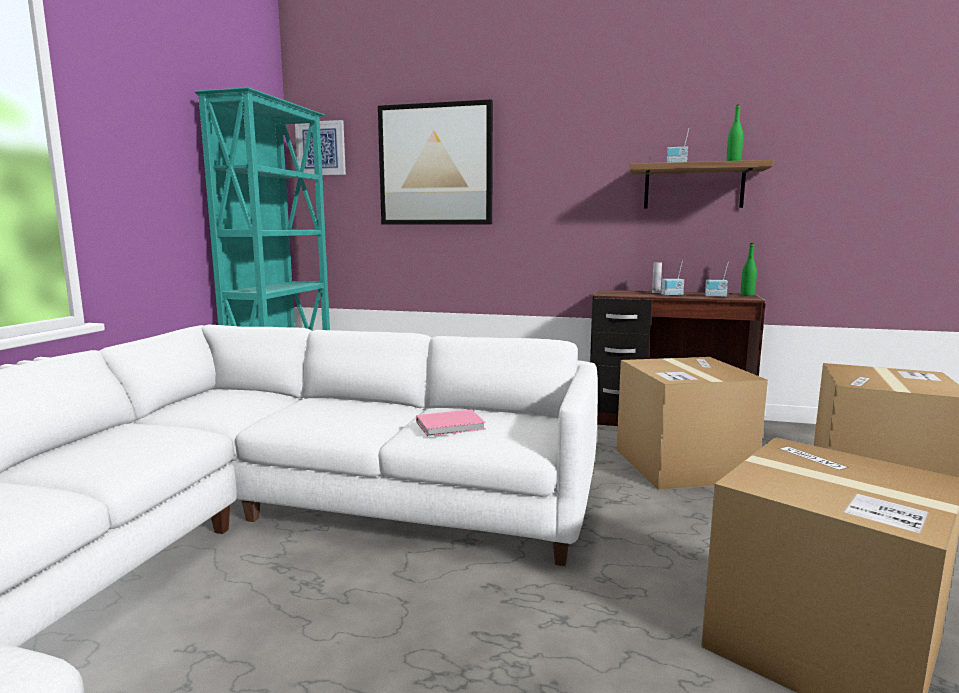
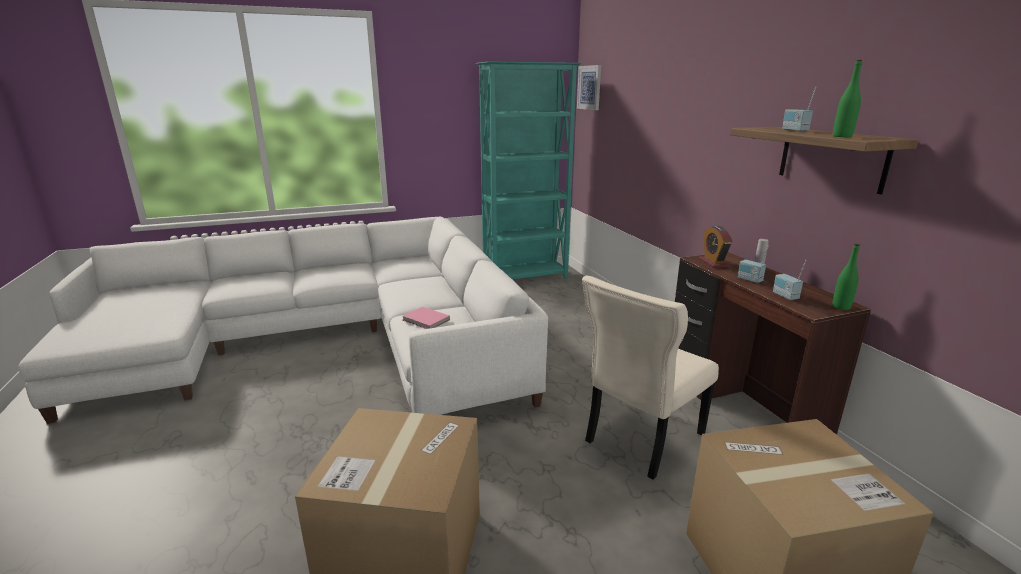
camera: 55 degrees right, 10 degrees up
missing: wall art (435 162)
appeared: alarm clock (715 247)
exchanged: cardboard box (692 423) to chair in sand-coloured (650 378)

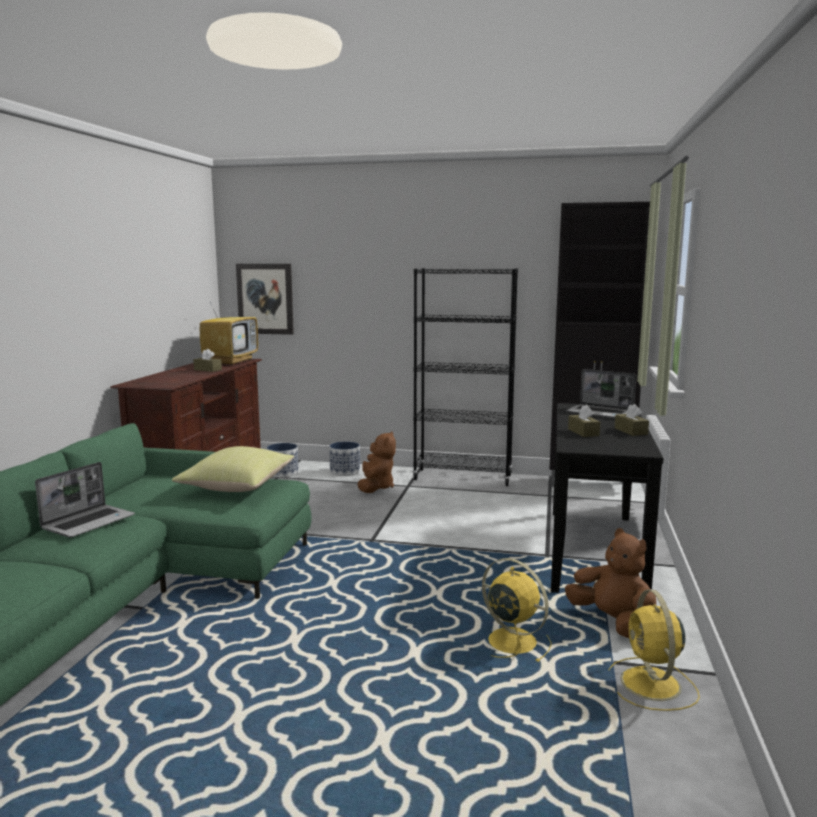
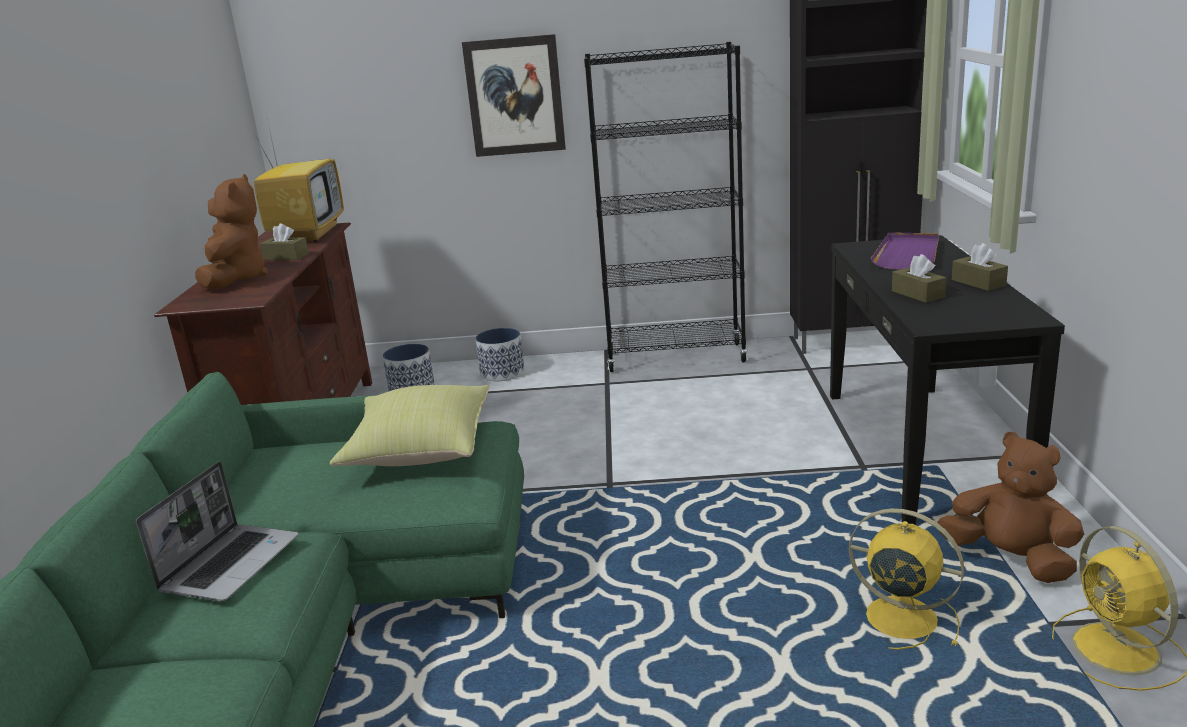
camera: 10 degrees left, 10 degrees up
relocated: wall art (265 299) to (514 95); plush toy in brown (377 462) to (231 231)
exchanged: notebook computer (601 394) to serving tray in purplish (904 251)

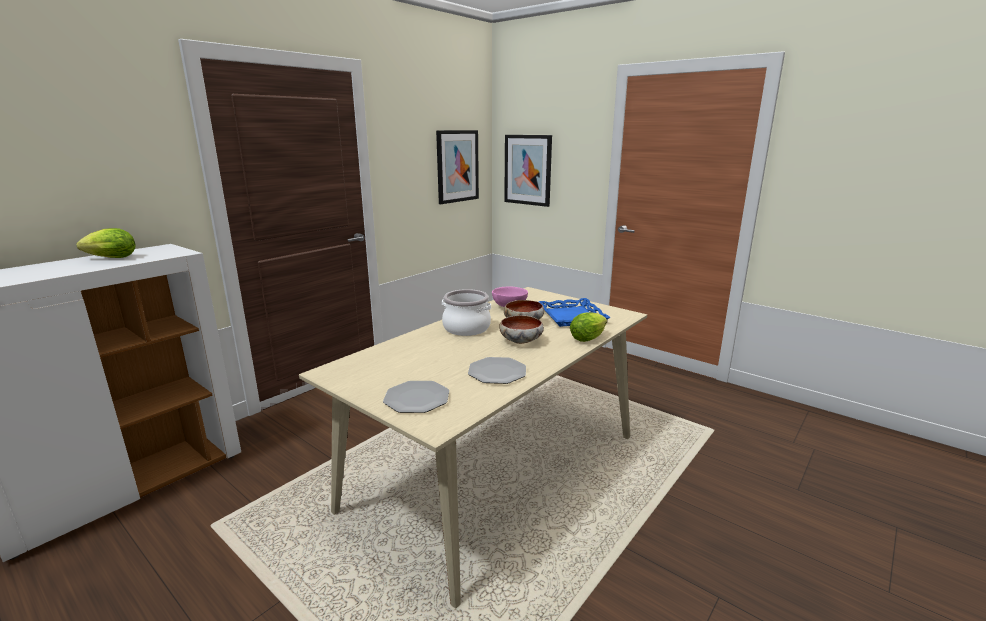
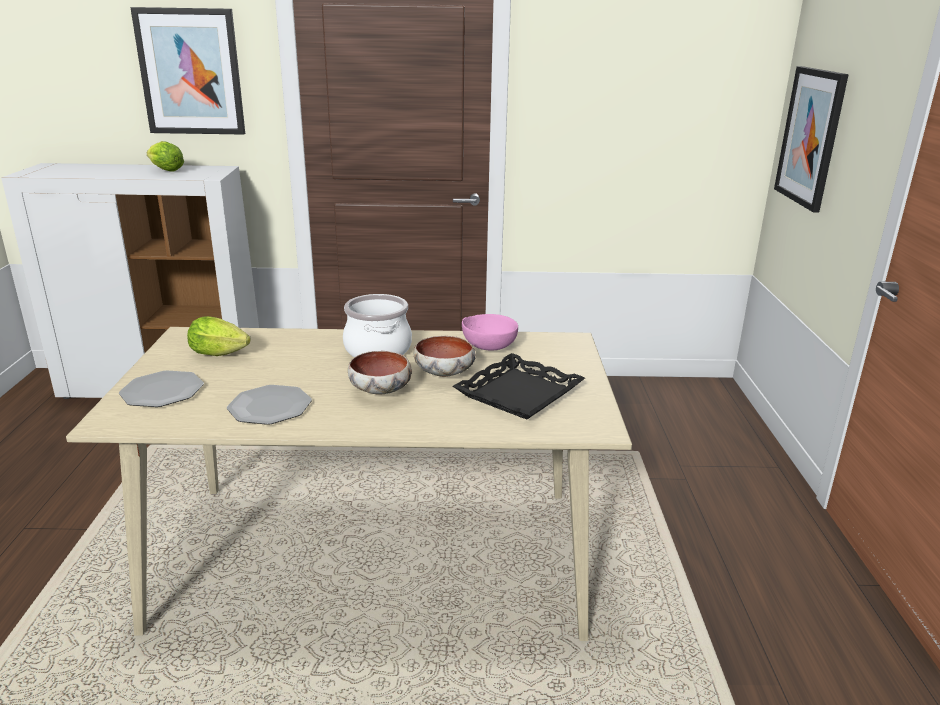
camera: 50 degrees right, 5 degrees up
relocated: wall art (457 167) to (187 71); lettuce (588 327) to (219 336)
colour: serving tray in blue-coloured (575 312) to serving tray in black-coloured (519 386)

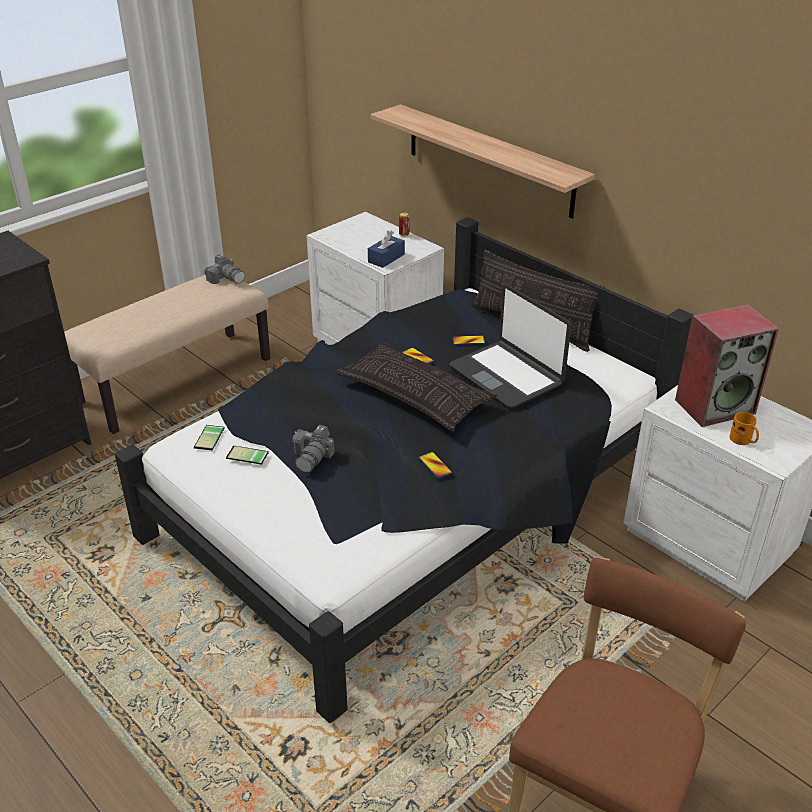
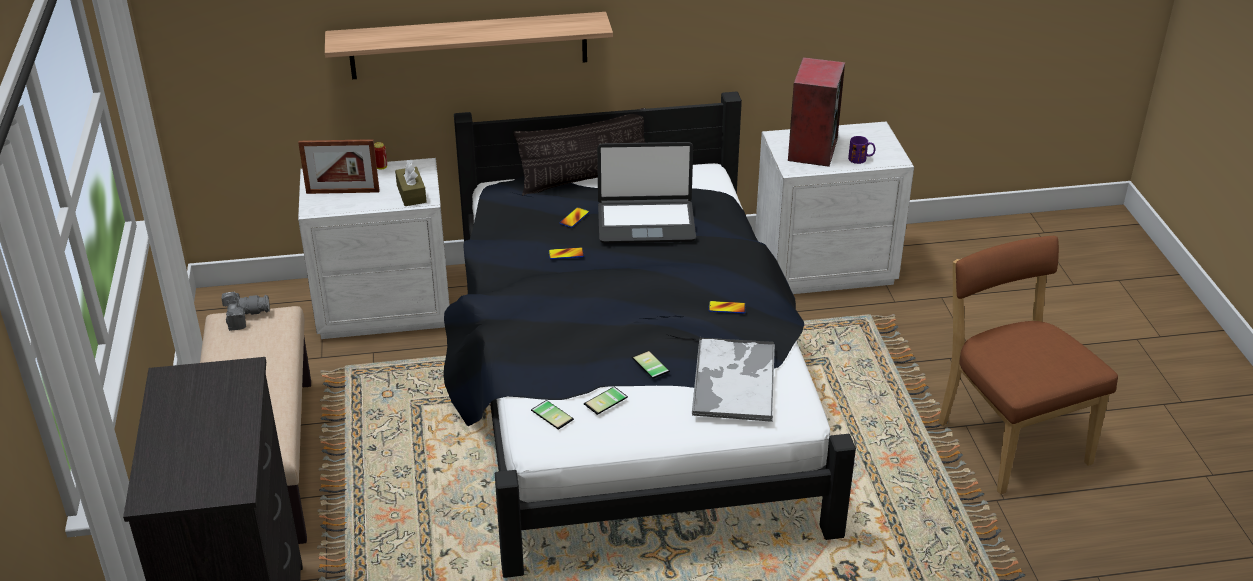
camera: 55 degrees left, 0 degrees up
missing: pillow (416 387)
appeared: standing frame (339 166); serving tray (733 380)
exchanged: photo camera (313 448) to handset (651 364)
colour: tissue holder in blue-coloured (386 249) to tissue holder in brown (411 184); tea mug in orange-coloured (744 428) to tea mug in purplish (861 150)

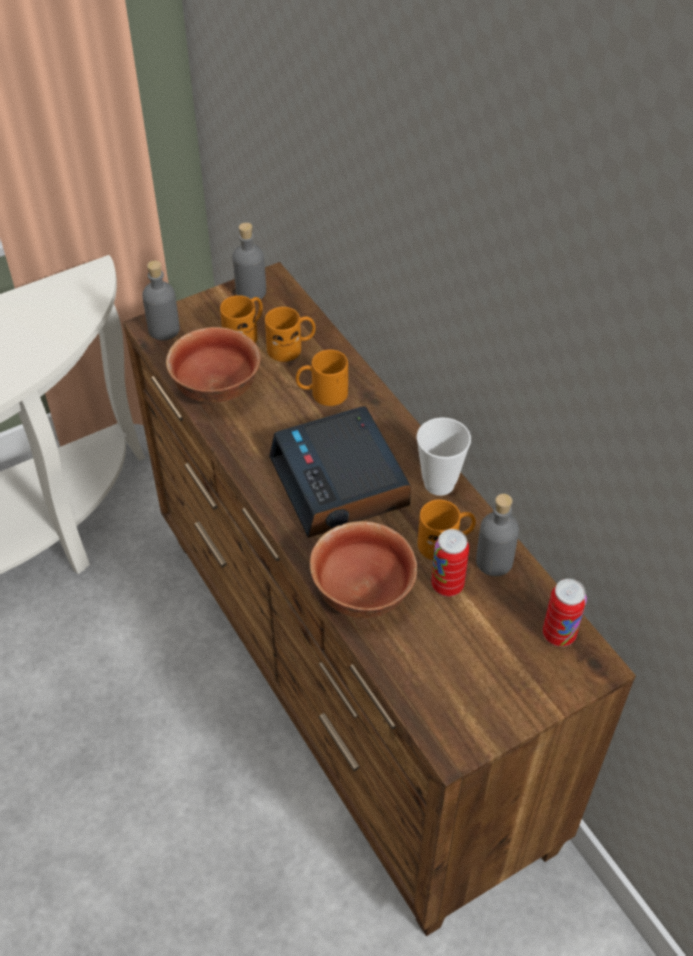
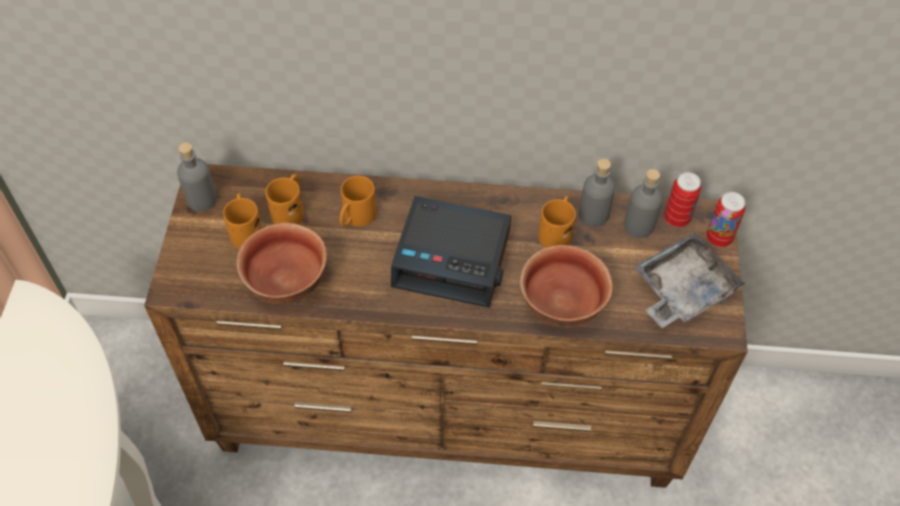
camera: 55 degrees left, 5 degrees up
missing: cup (443 456)
appeared: serving tray in grey (690 280)
relocated: bottle in grey (161 300) to (643 203); can (450 563) to (726 219)

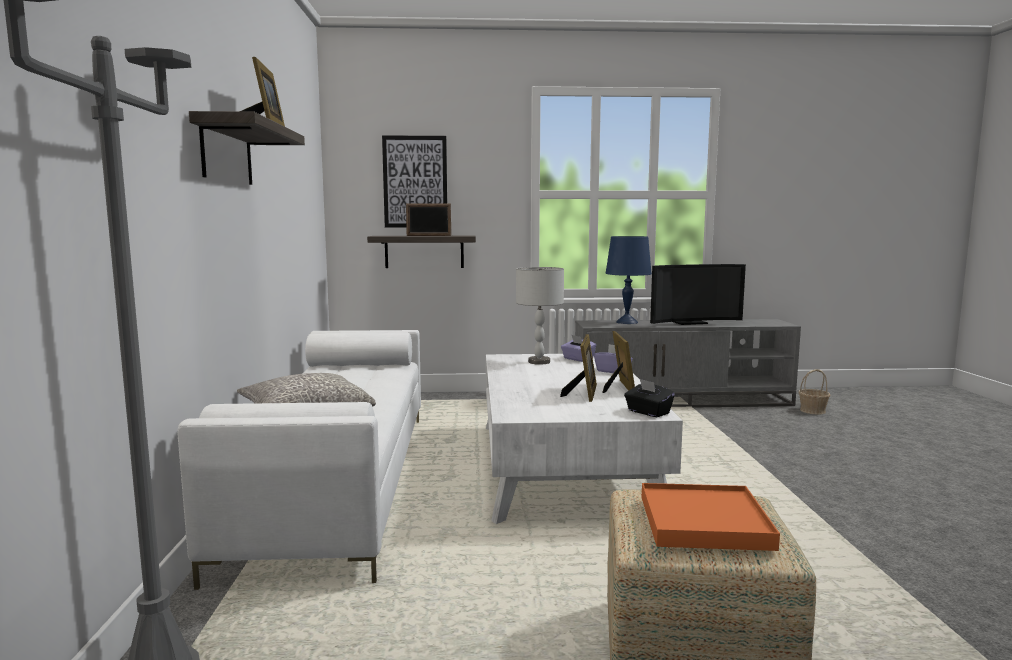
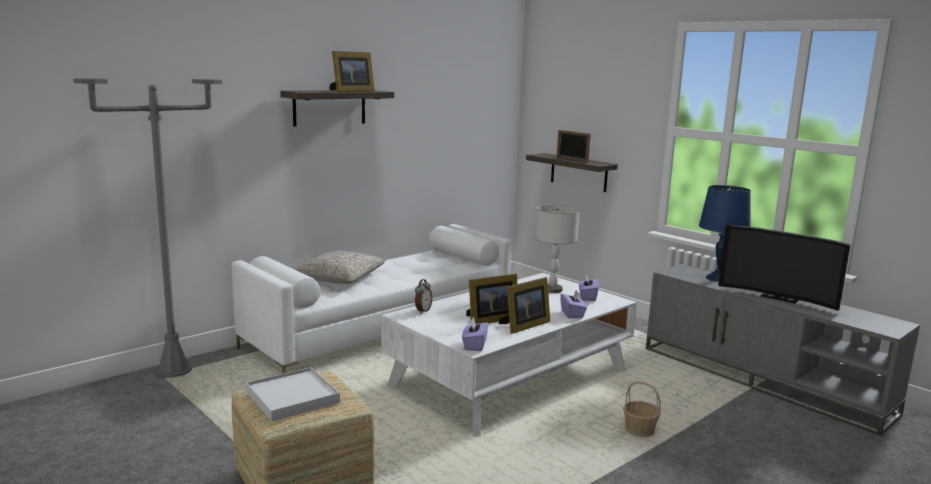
camera: 50 degrees right, 5 degrees up
missing: wall art (414 181)
appeared: alarm clock (423 296)
relocated: household basket (814 391) to (642 409)
colour: tissue holder in black-coloured (649 397) to tissue holder in purplish (475 334); serving tray in orange-coloured (711 517) to serving tray in whitish (293 394)

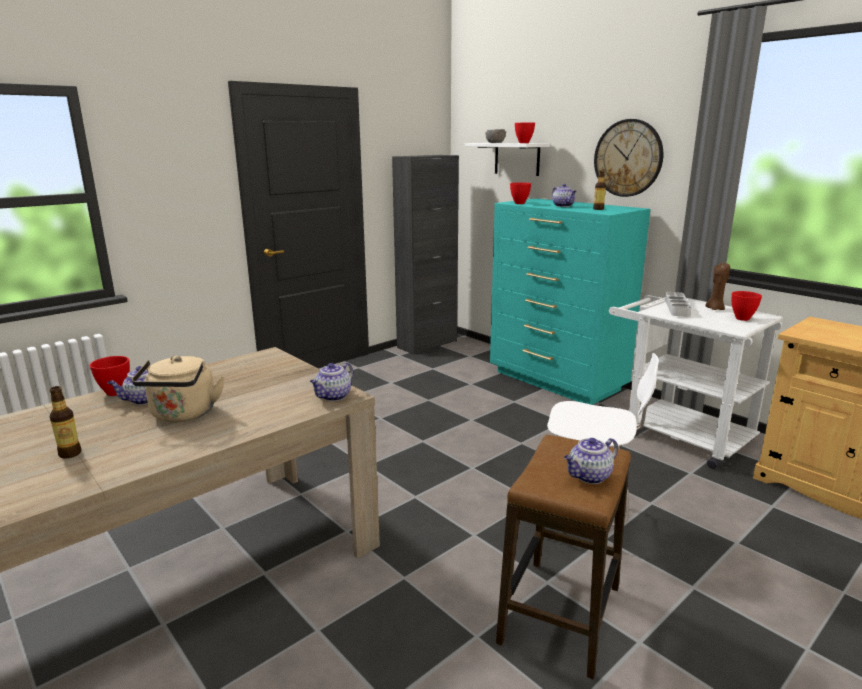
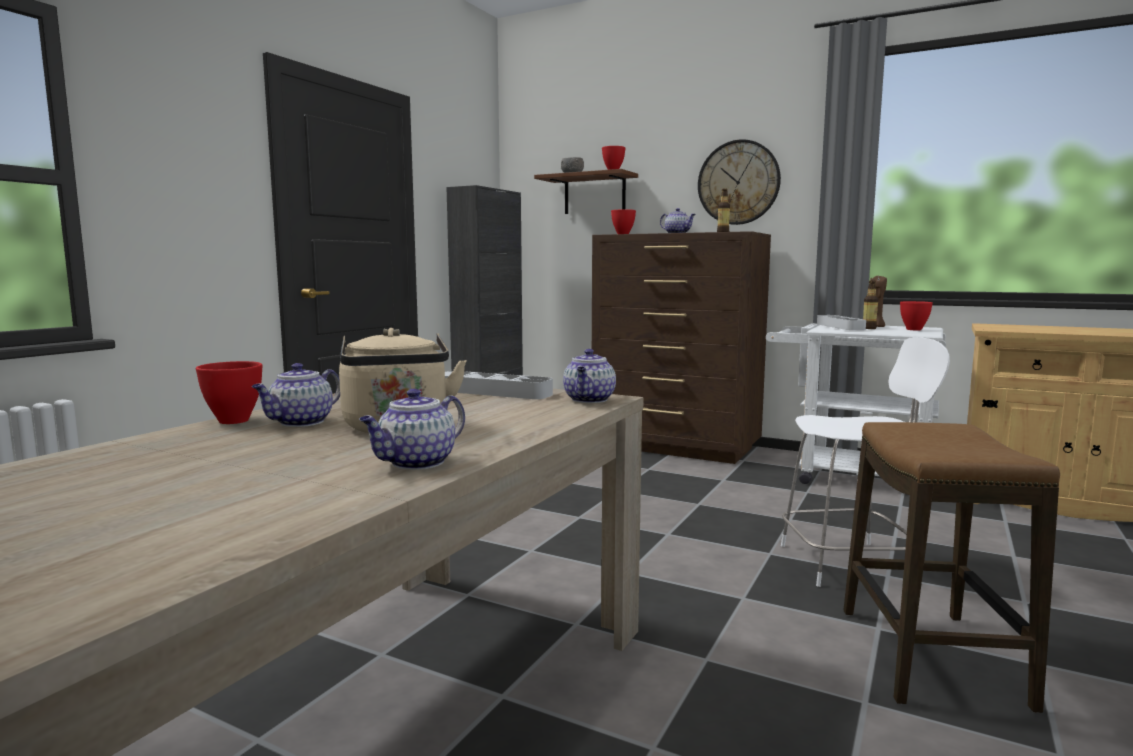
camera: 20 degrees left, 10 degrees down
appeared: serving tray in grey (499 385)
relocated: bottle (66 422) to (870 304); pot for tea (591 461) to (412 429)
colour: wall shelf in whitish (507 159) to wall shelf in brown (586 191); chest of drawers in turquoise (570 301) to chest of drawers in brown (681 347)

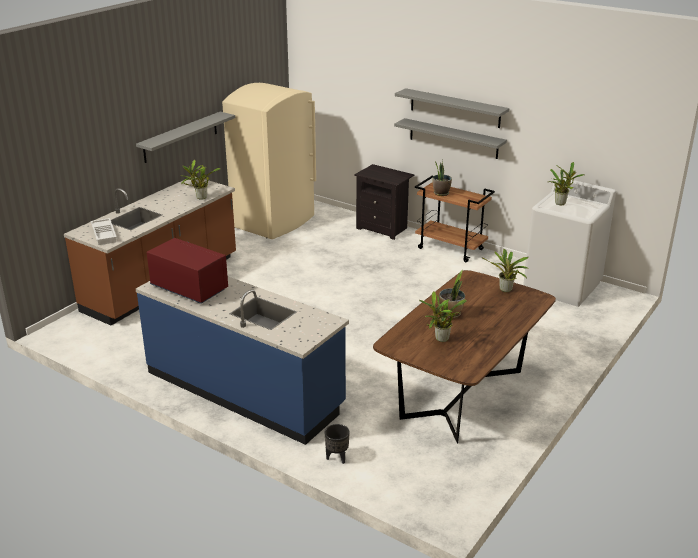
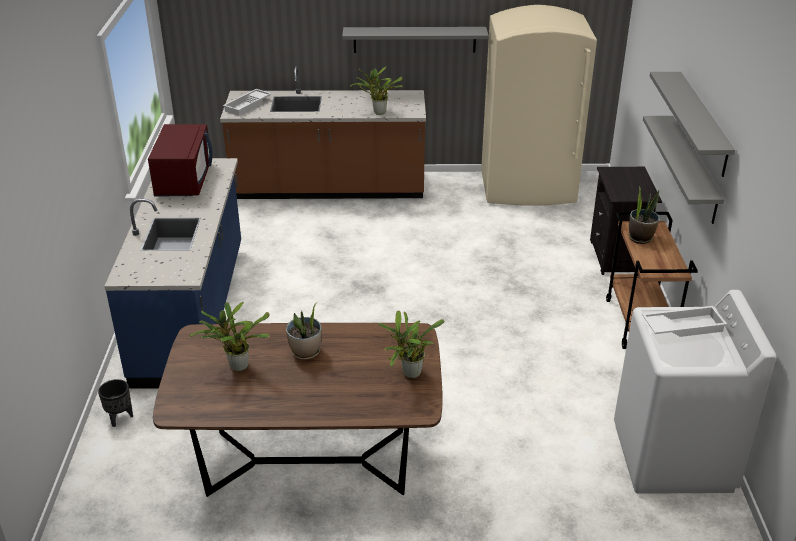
camera: 55 degrees right, 5 degrees up
exchanged: potted plant (566 183) to serving tray in whitish (684 321)

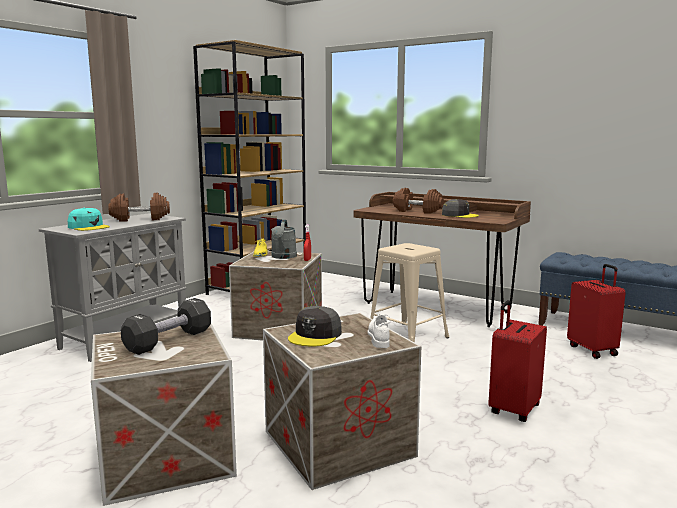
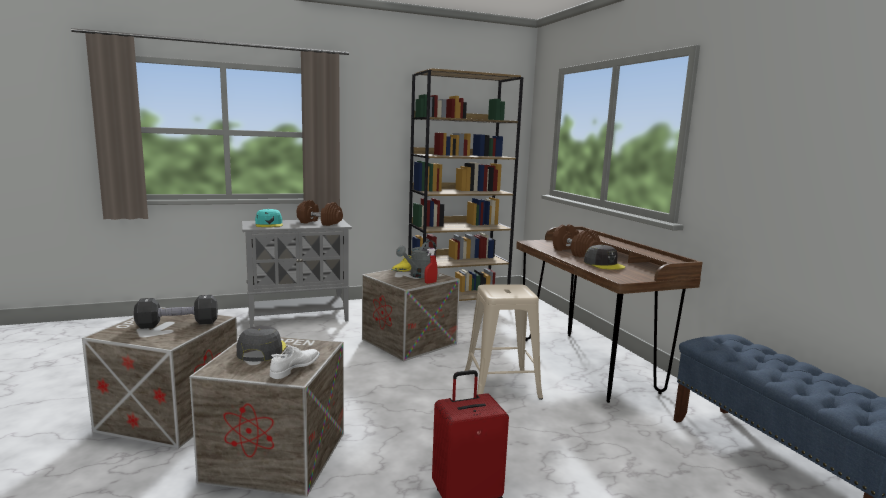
camera: 35 degrees right, 0 degrees up
missing: suitcase in red-coloured (596 311)
spun: cap in grey (315 326) = (261 343) 120 degrees clockwise

